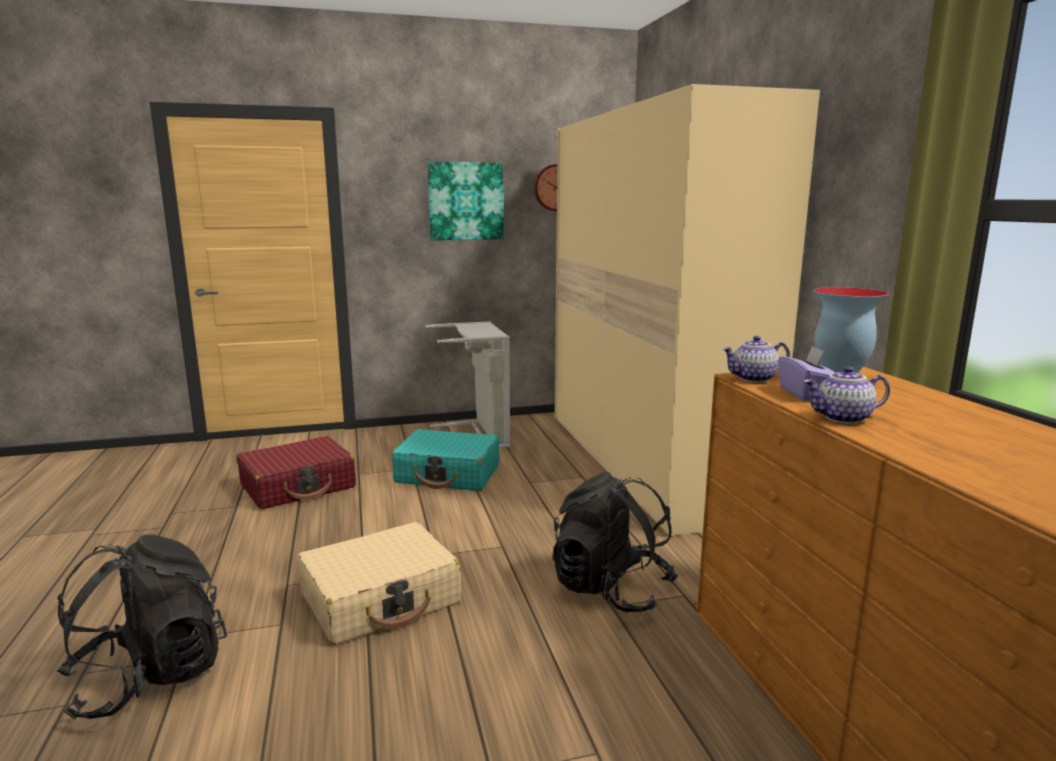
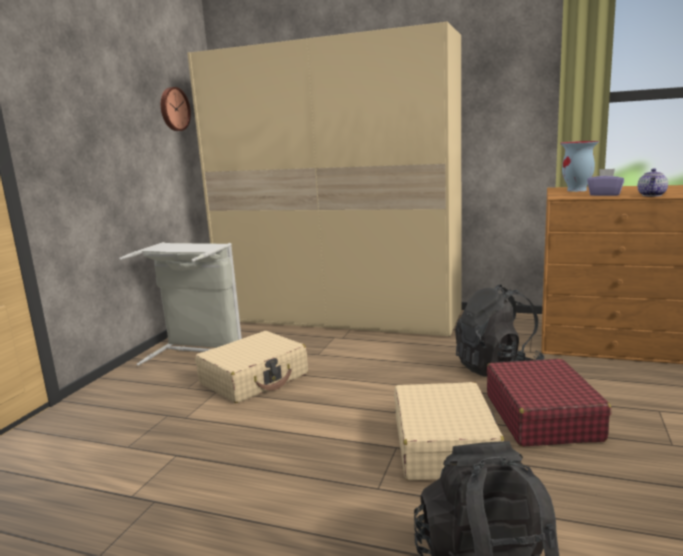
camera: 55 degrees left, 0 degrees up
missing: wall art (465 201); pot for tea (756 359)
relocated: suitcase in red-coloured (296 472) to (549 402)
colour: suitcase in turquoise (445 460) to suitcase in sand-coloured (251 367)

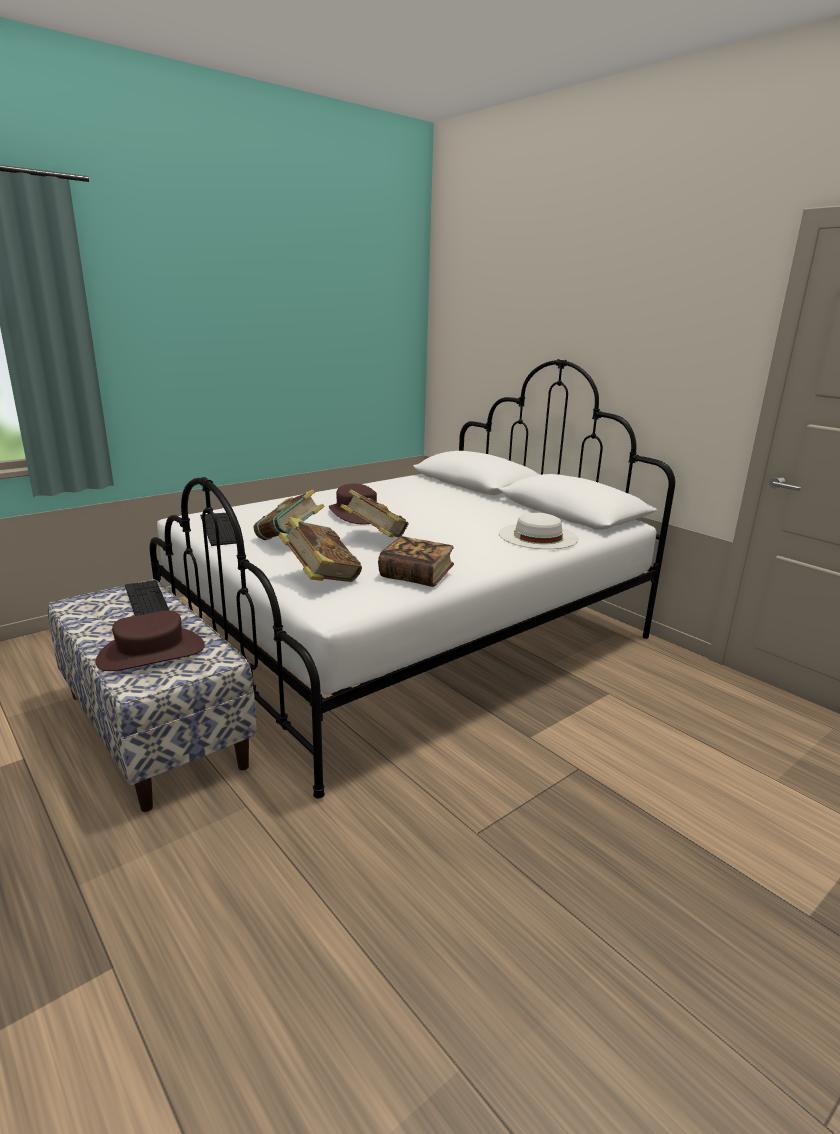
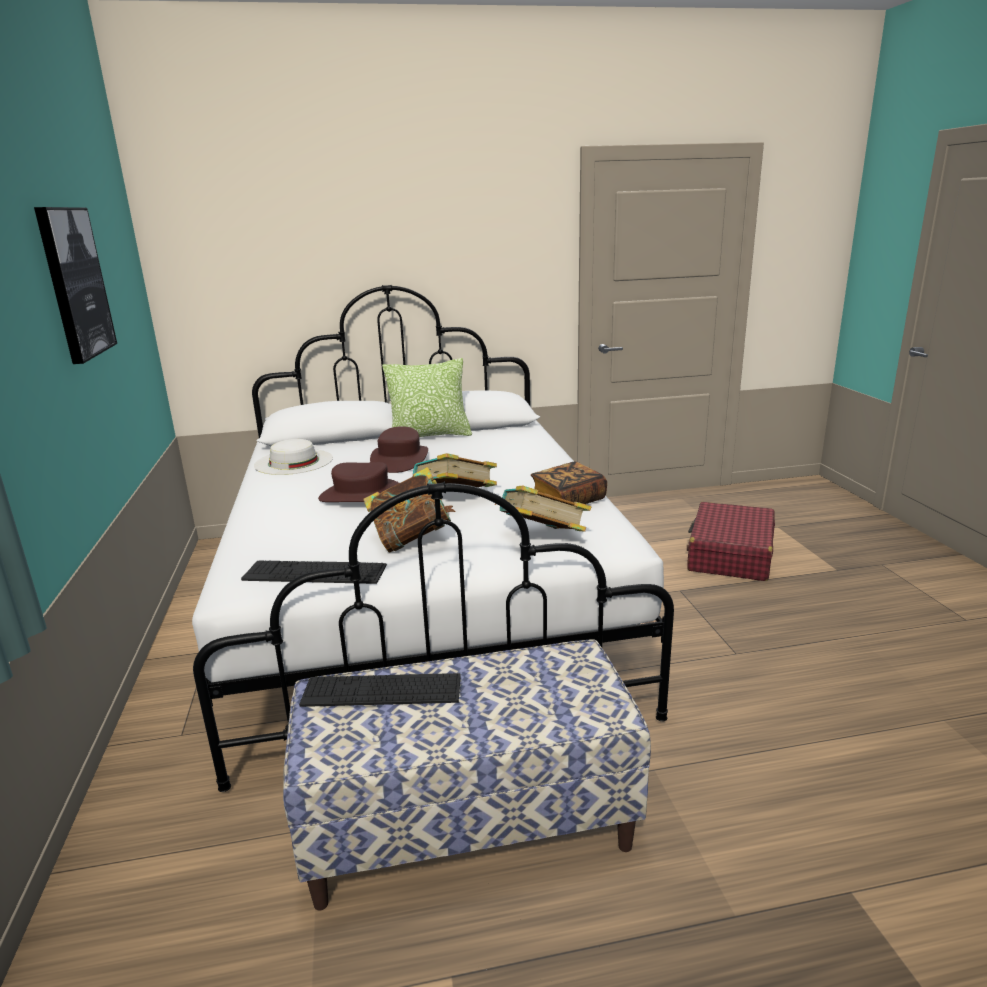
camera: 60 degrees left, 0 degrees up
appeared: wall art (75 285); pillow (427 397); suitcase in red-coloured (731 541)
relocated: clothing hat in brown (150 640) to (399 449); clothing hat in whitish (538 531) to (293 457)

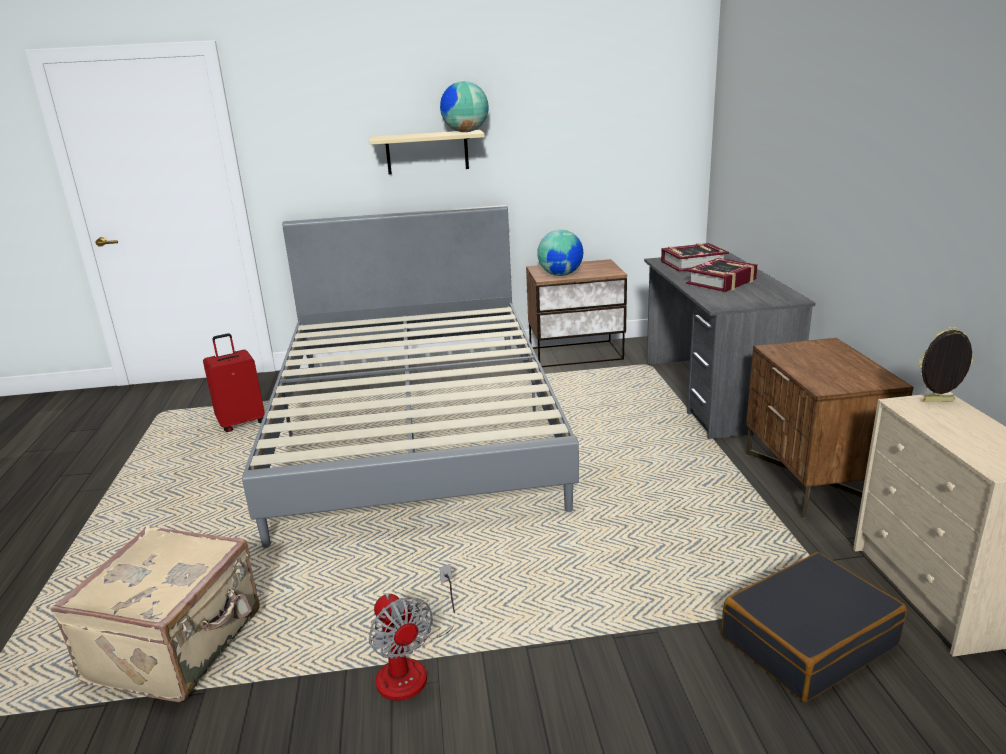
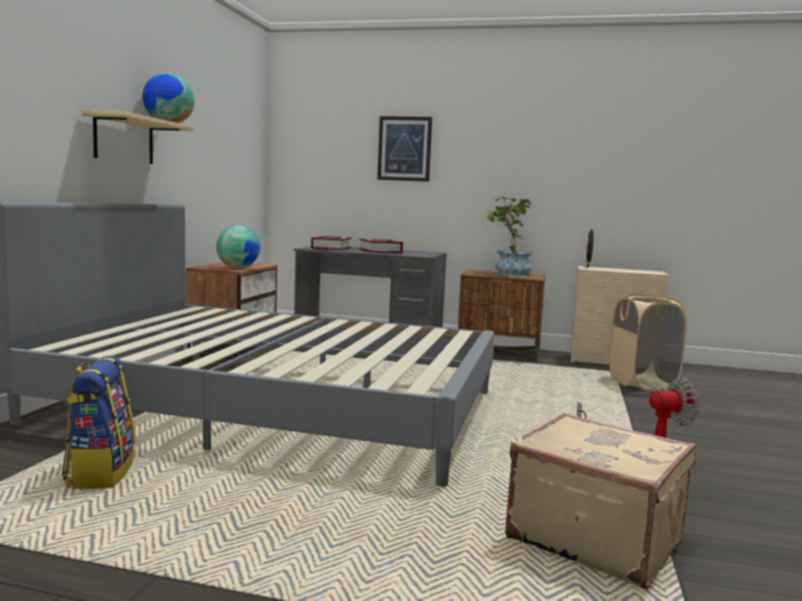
camera: 70 degrees left, 15 degrees down
appeared: wall art (404 149); potted plant (508 236)
exchanged: suitcase in red-coloured (234 382) to knapsack (98 422); suitcase in black-coloured (814 627) to laundry basket in sand-coloured (648 342)

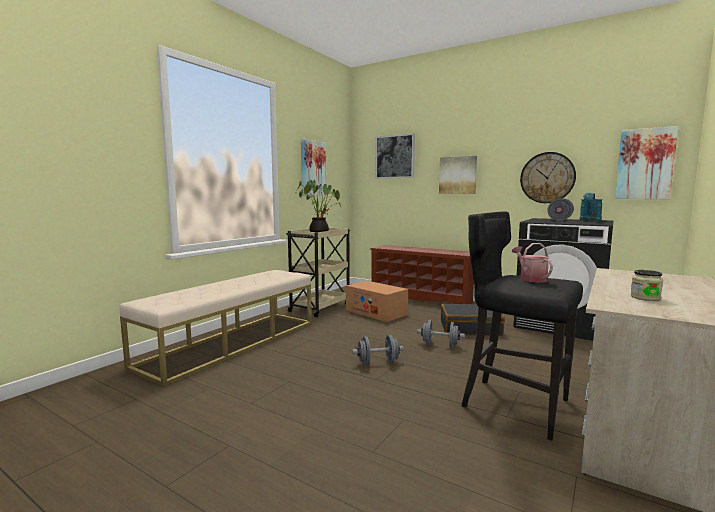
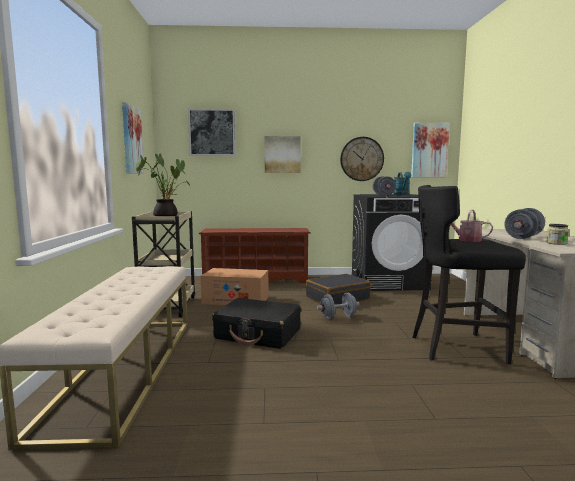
camera: 35 degrees left, 0 degrees up
appeared: suitcase in black-coloured (256 323)
relocated: dumbbell in grey (378 350) to (524 223)

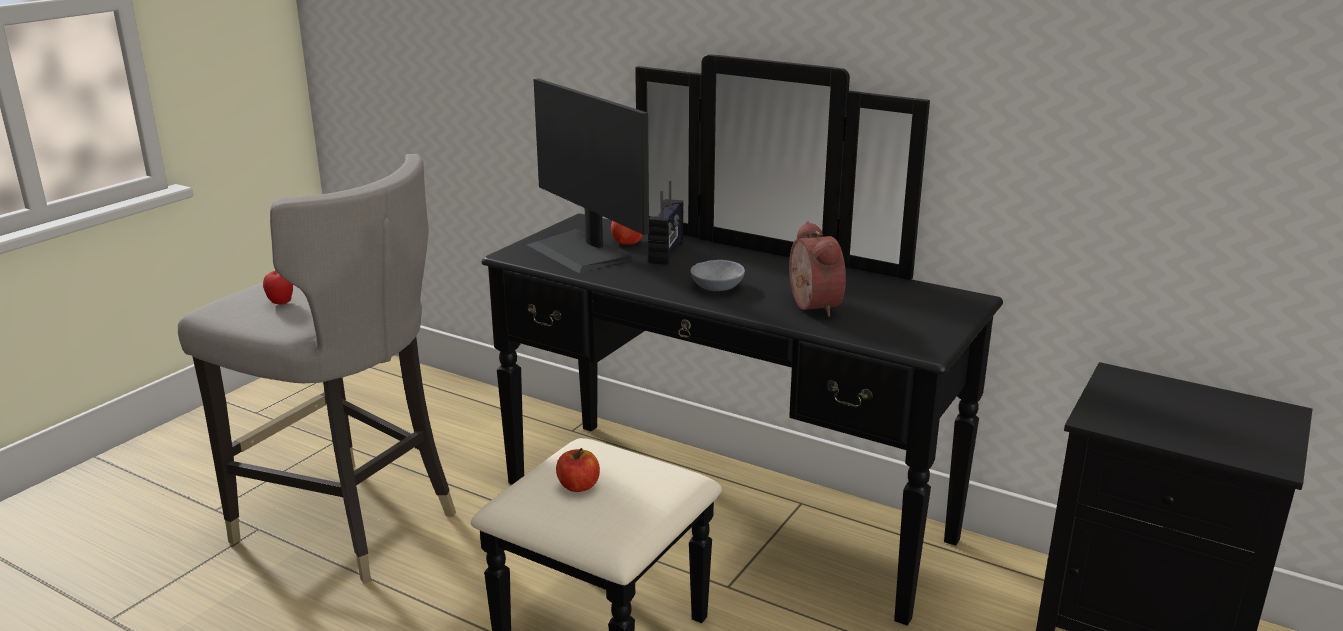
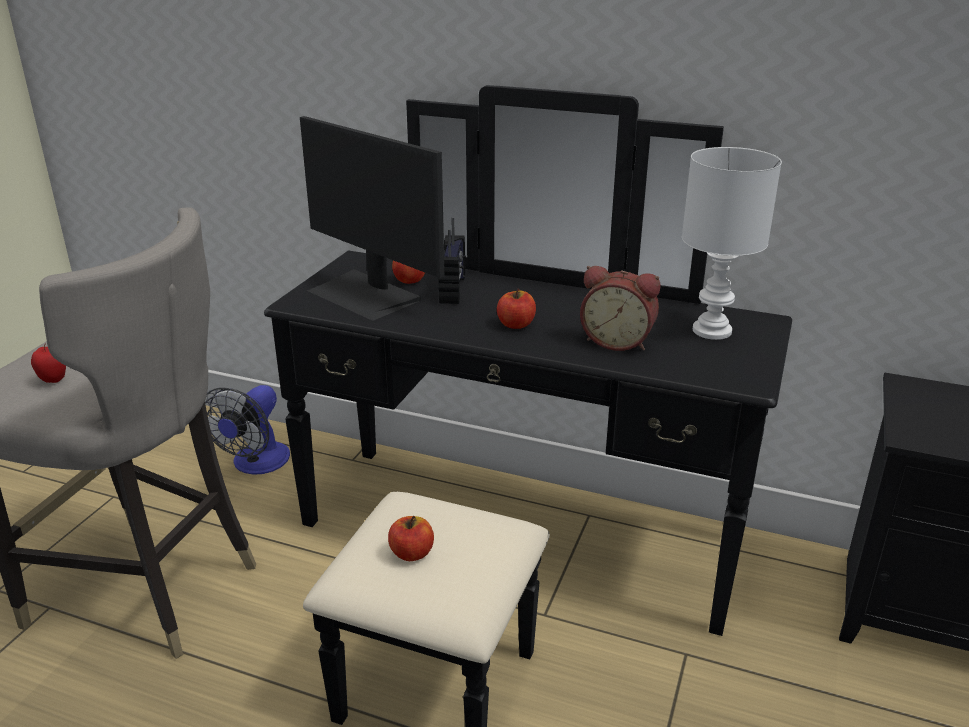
camera: 10 degrees left, 5 degrees up
appeared: electric fan (247 430); lamp for a table in whitish (732 243)
exchanged: serving bowl in grey (717 275) to whole apple (516 308)
spun: alarm clock (817 269) = (620 308) 135 degrees clockwise

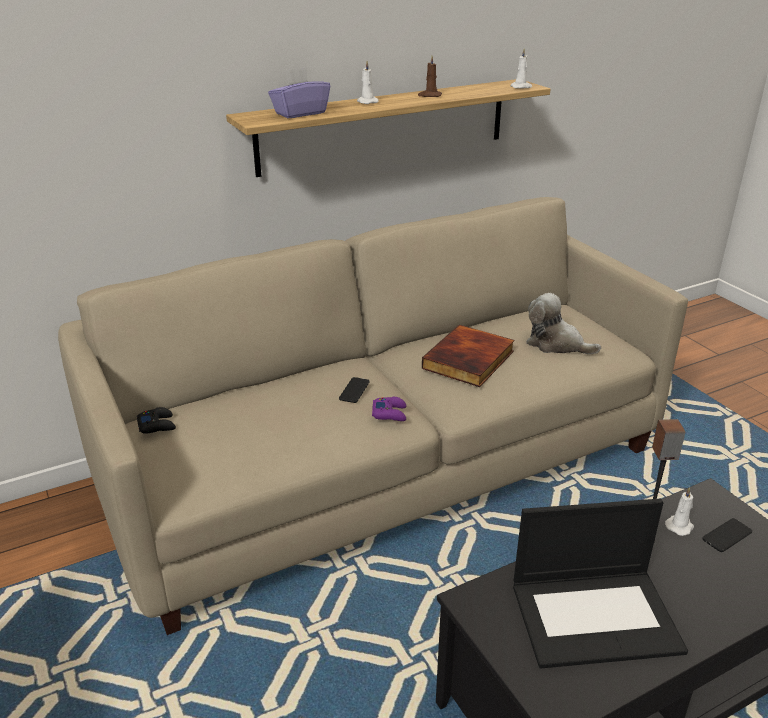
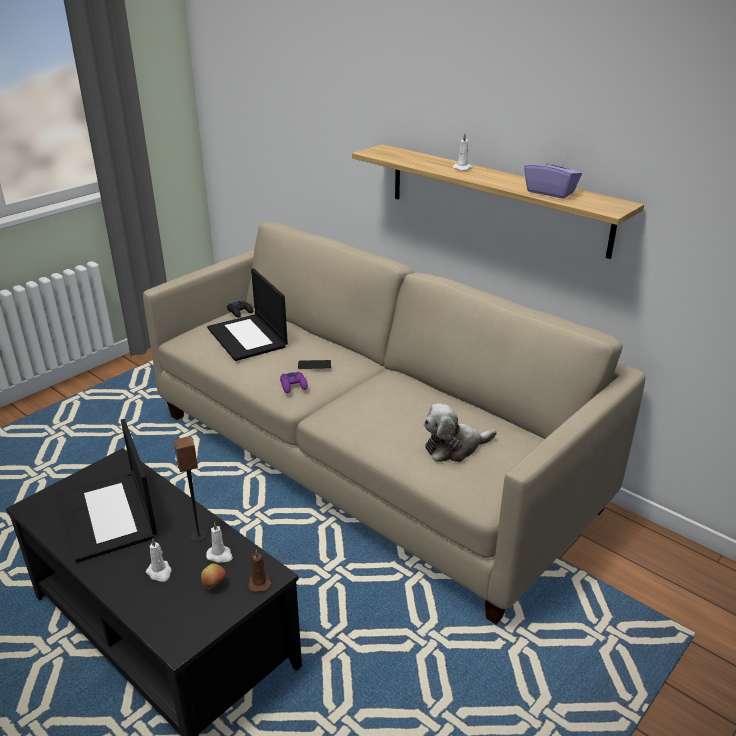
camera: 70 degrees right, 0 degrees up
missing: book (468 356)
appeared: notebook computer (247 314)
relocated: tissue holder in purplish (299 92) to (553 174); wax candle in brown (430 76) to (260 571); wax candle in whitish (521 68) to (159 560)
exchanged: handset (727 535) to whole apple (213 576)
spun: plush toy (563 323) = (460 432) 120 degrees counterclockwise

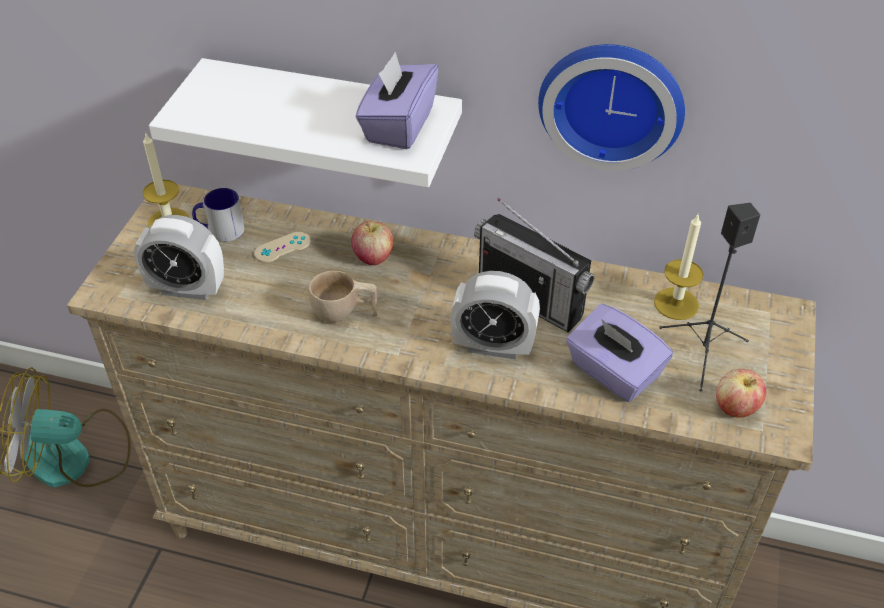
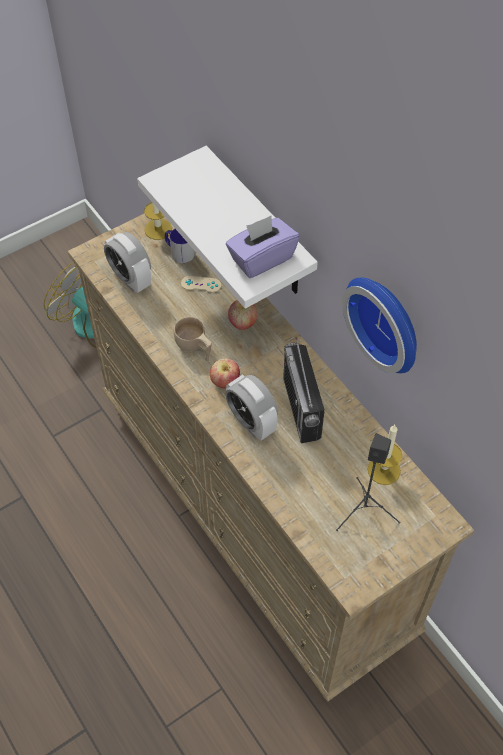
camera: 40 degrees right, 10 degrees up
missing: tissue holder in purplish (619 353)
relocated: whole apple (741 393) to (225 373)

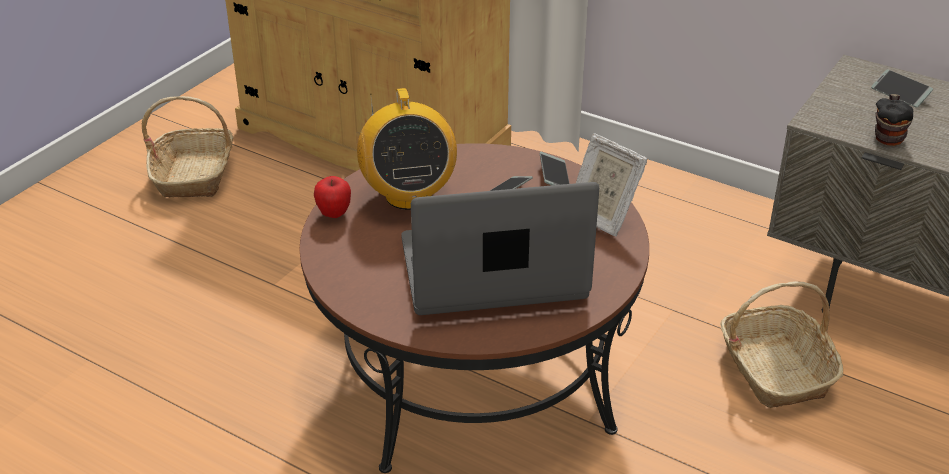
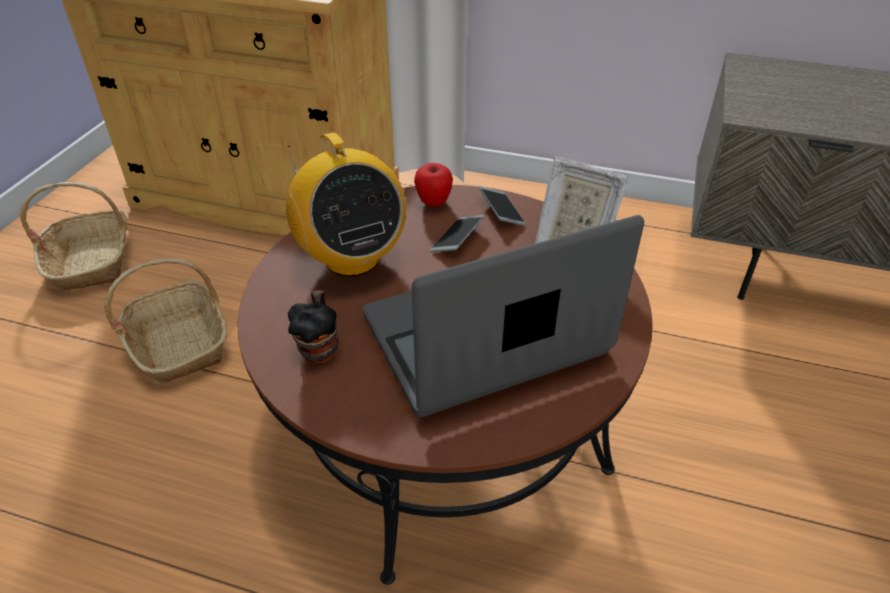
camera: 15 degrees left, 5 degrees up
missing: handset (902 88)
relocated: whole apple (332 197) to (433 184); household basket (781 344) to (165 321); tea mug (894 120) to (313 326)

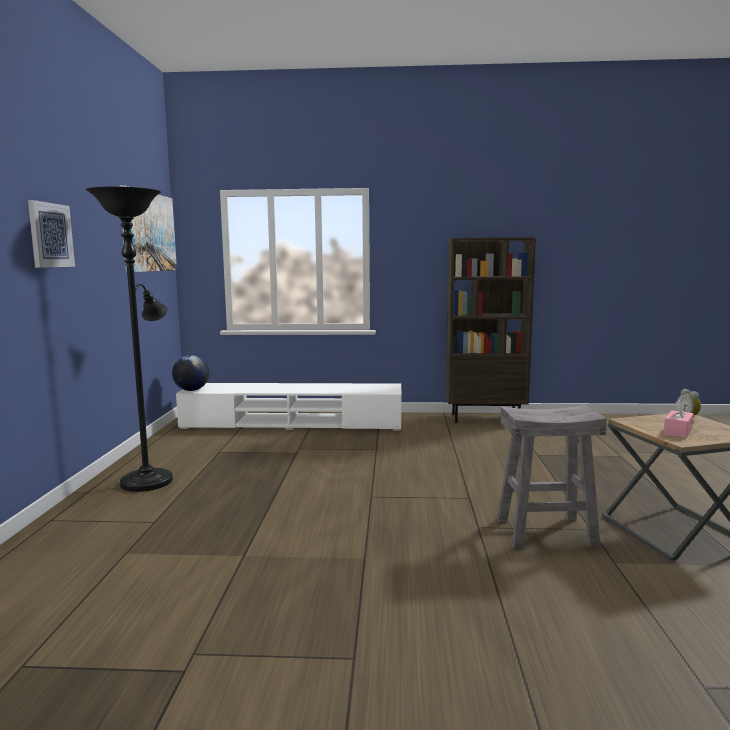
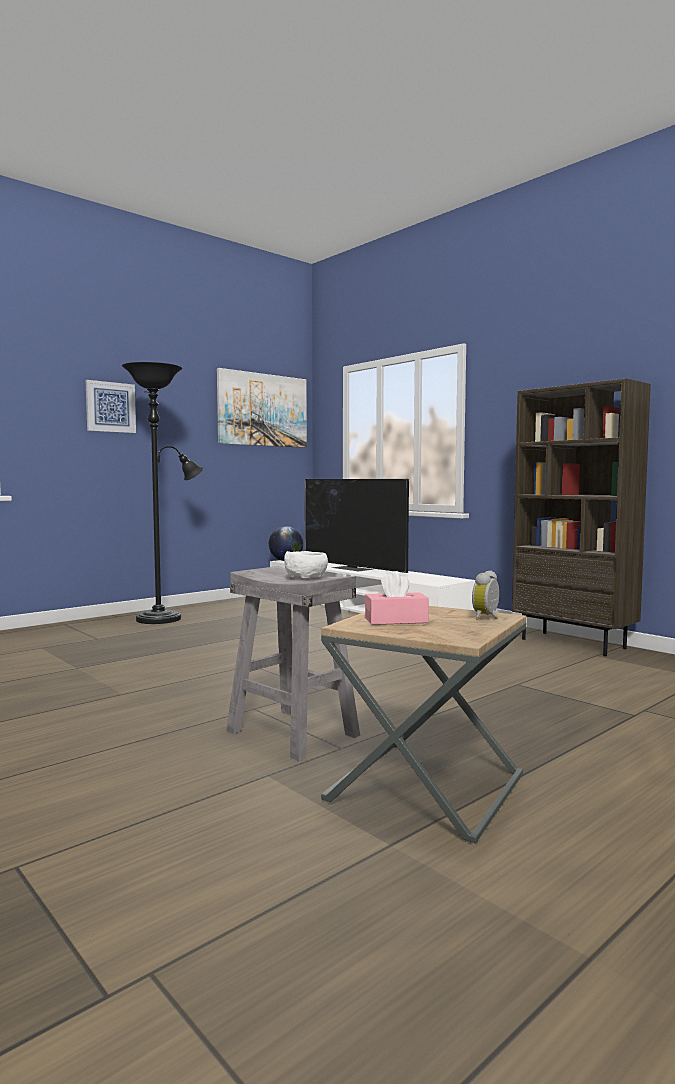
camera: 45 degrees right, 5 degrees down
appeared: serving bowl in whitish (306 564); television (357 526)

